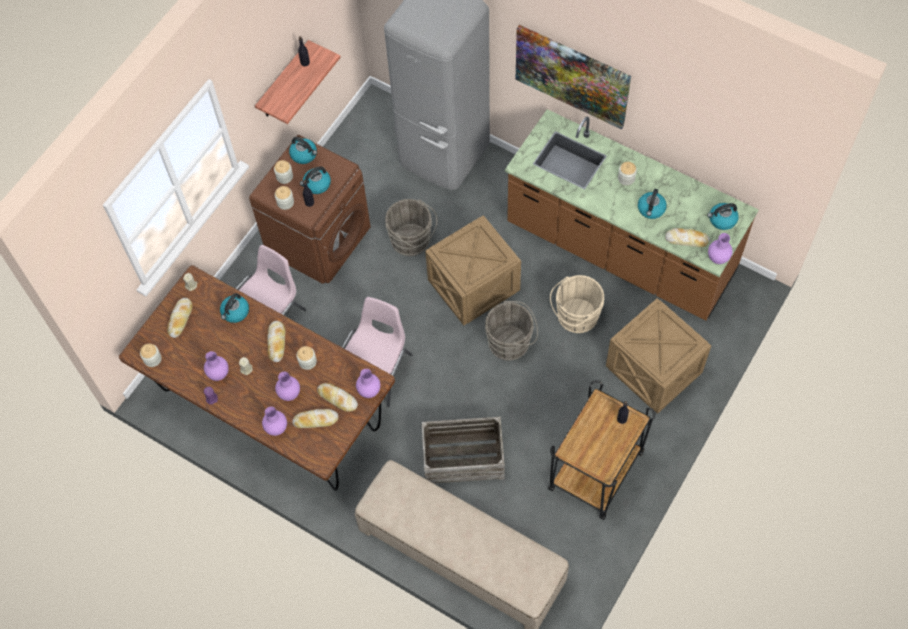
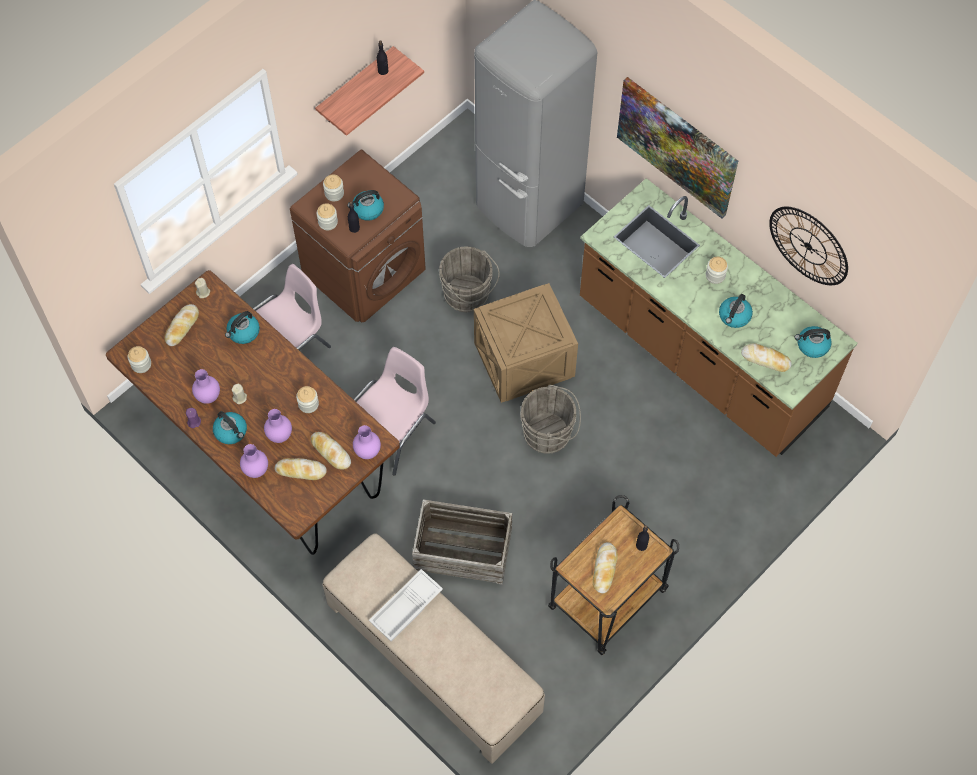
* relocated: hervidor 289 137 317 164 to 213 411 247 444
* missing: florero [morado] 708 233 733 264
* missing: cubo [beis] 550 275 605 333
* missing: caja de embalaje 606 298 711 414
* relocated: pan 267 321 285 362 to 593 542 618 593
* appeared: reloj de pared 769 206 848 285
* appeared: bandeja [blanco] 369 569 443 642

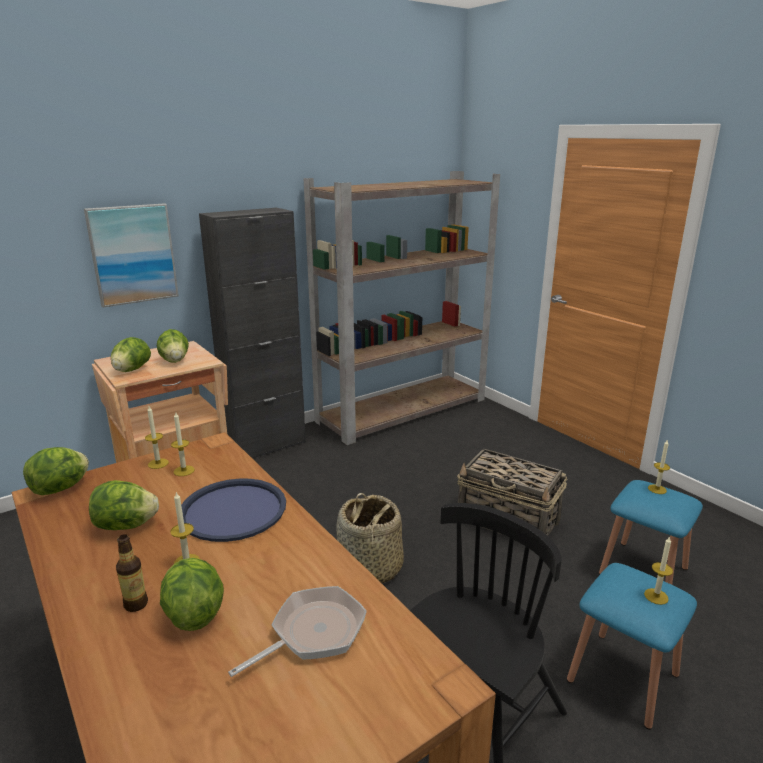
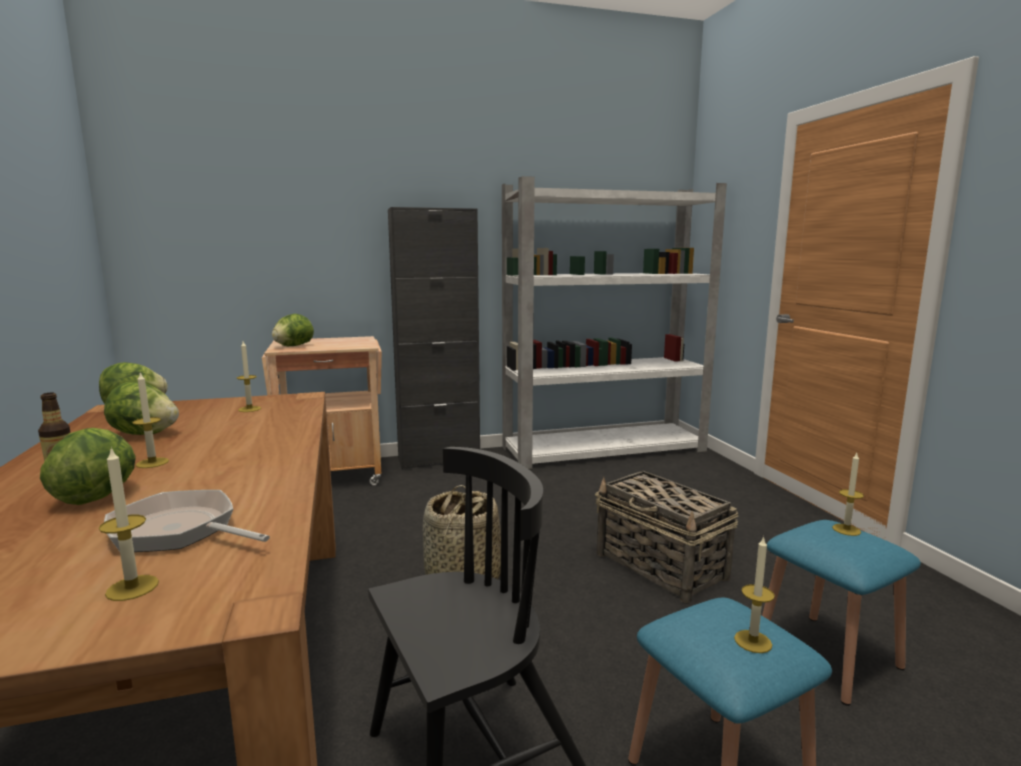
* colour: estantería [marrón] 304 171 500 445 to estantería [blanco] 502 176 727 469
* missing: cuadro 84 203 179 307
* missing: lechuga 157 329 189 363
* relocated: vela 145 406 169 469 to 99 446 159 601
* missing: bandeja [azul] 181 478 286 542
* spun: sartén 228 586 367 677 = 104 490 270 552 135 degrees counterclockwise

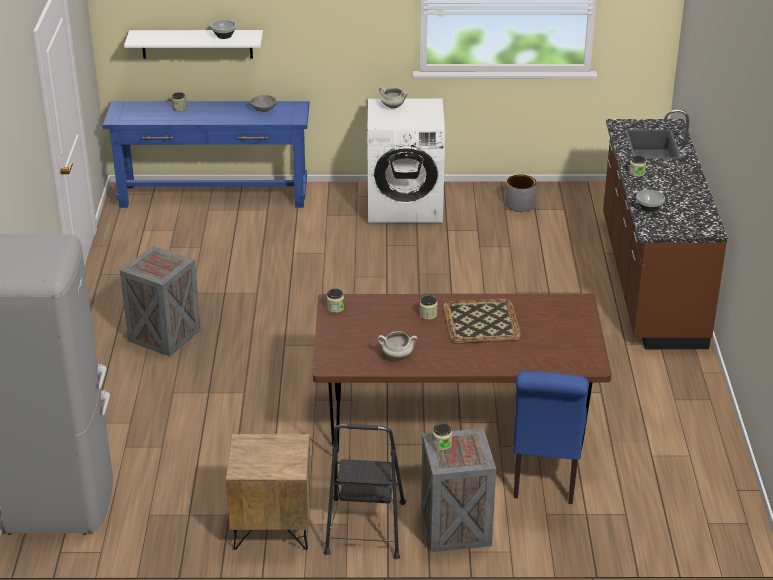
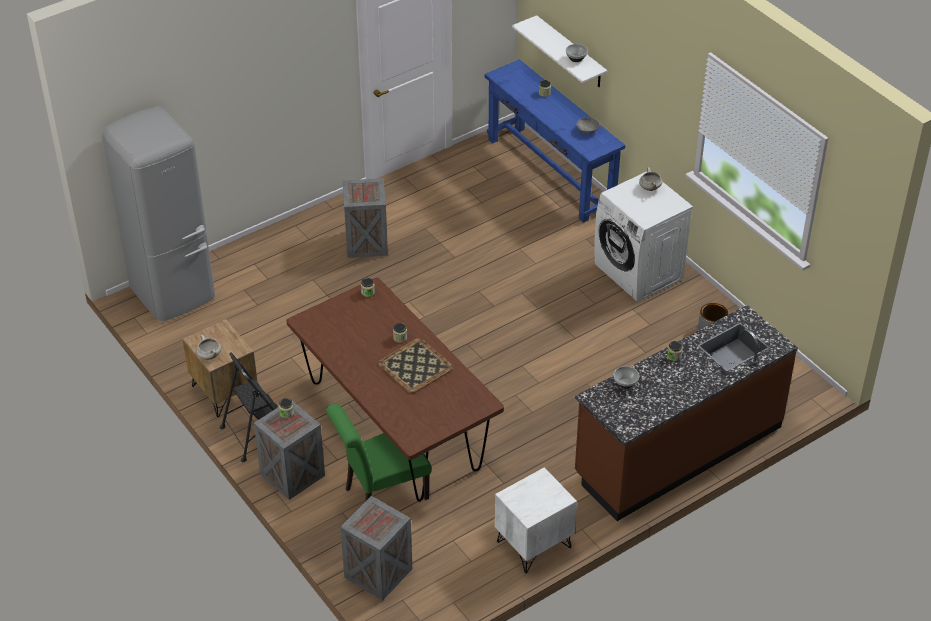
* relocated: olla [blanco] 378 331 417 359 to 196 335 221 360
* colour: silla [azul] 513 371 589 504 to silla [verde] 326 404 431 501
* appeared: mesita de noche [blanco] 495 467 577 573
* appeared: caja de embalaje 340 496 412 601

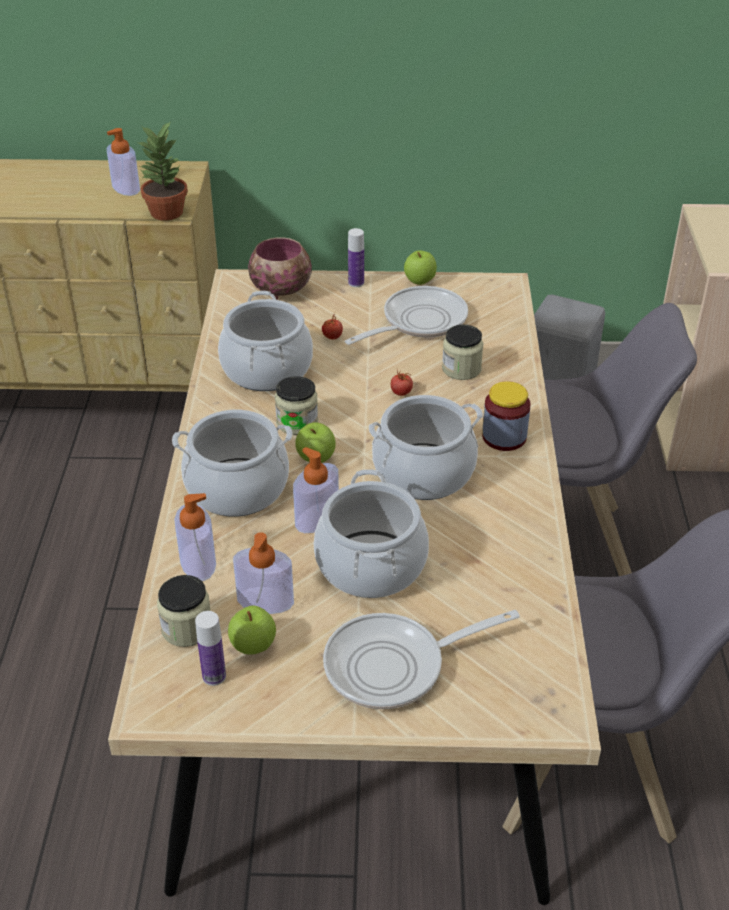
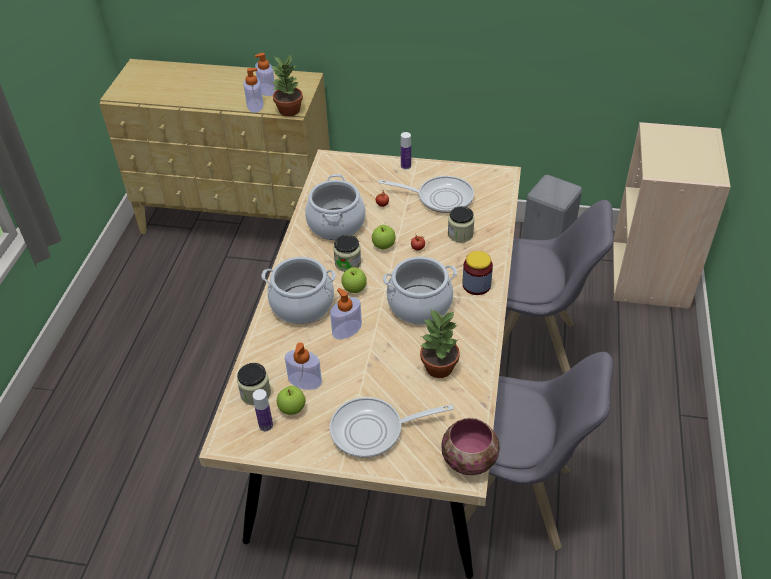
* relocated: cuenco 248 237 312 300 to 441 418 500 475
* relocated: manzana 404 250 437 285 to 372 225 396 249
* spun: sartén 345 286 468 345 = 379 176 474 213 45 degrees clockwise
* missing: olla 314 469 429 598
* relocated: dispensador de jabón 174 493 216 581 to 243 68 263 113
* appeared: planta en maceta 420 310 460 378

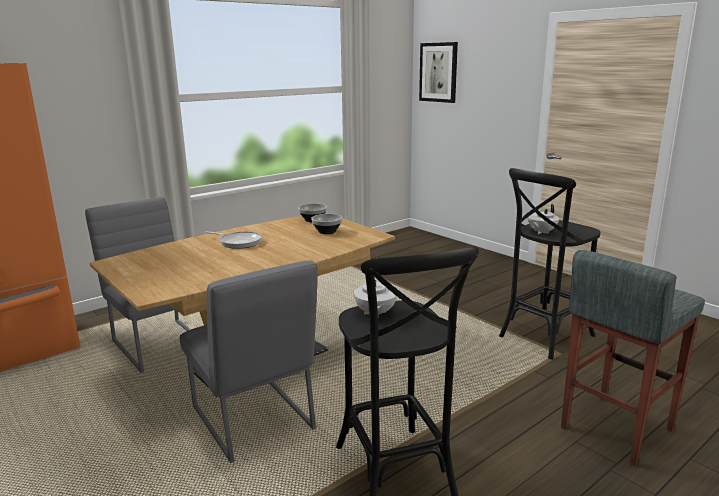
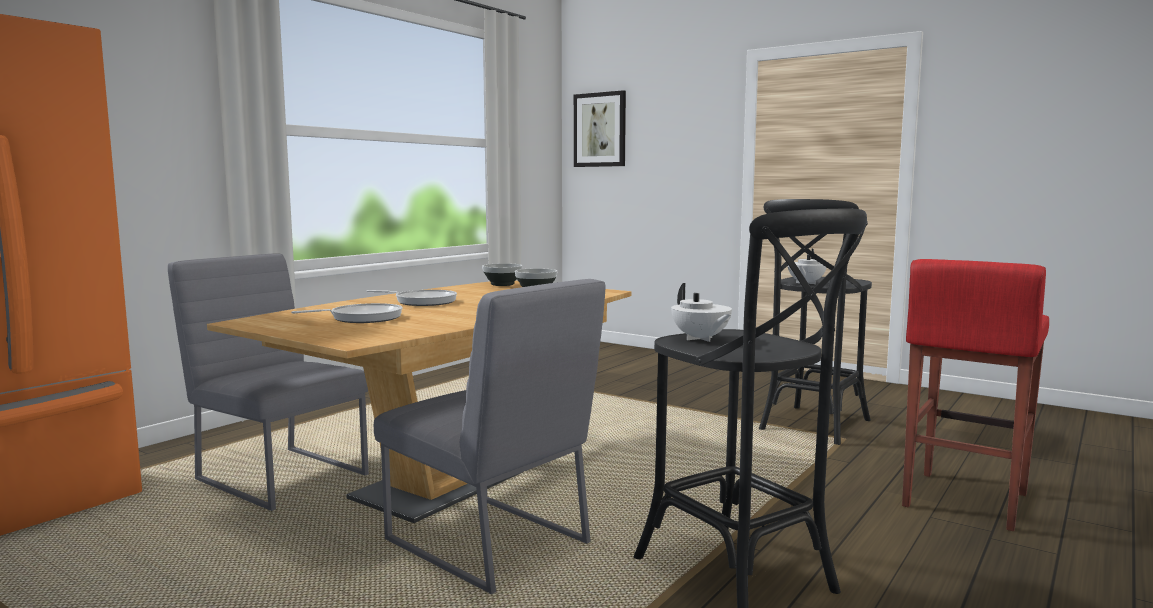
* colour: taburete [gris] 561 250 705 466 to taburete [rojo] 902 259 1049 531
* appeared: sartén 291 303 402 323

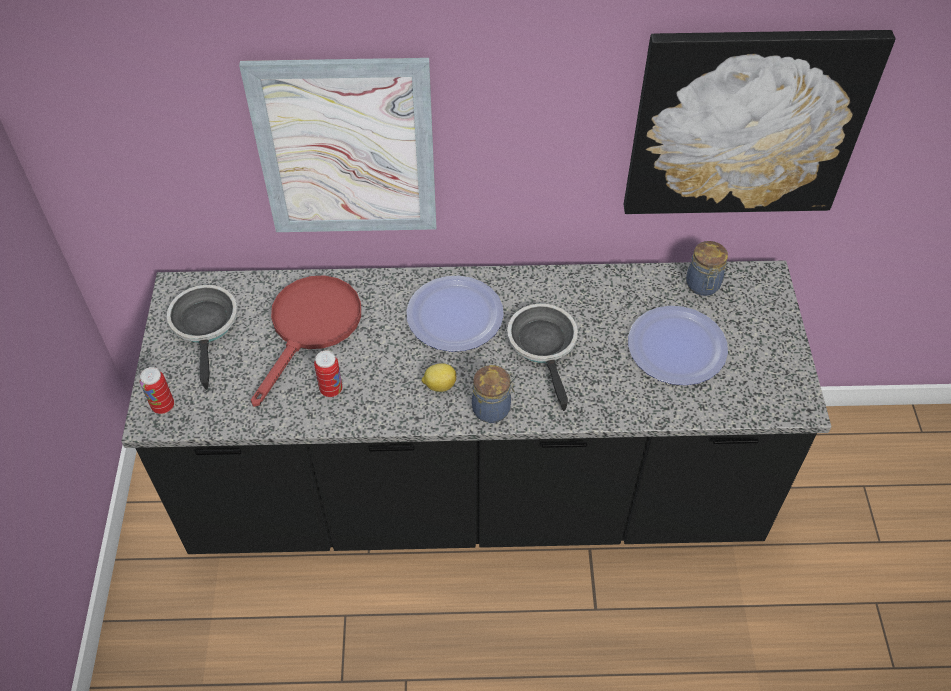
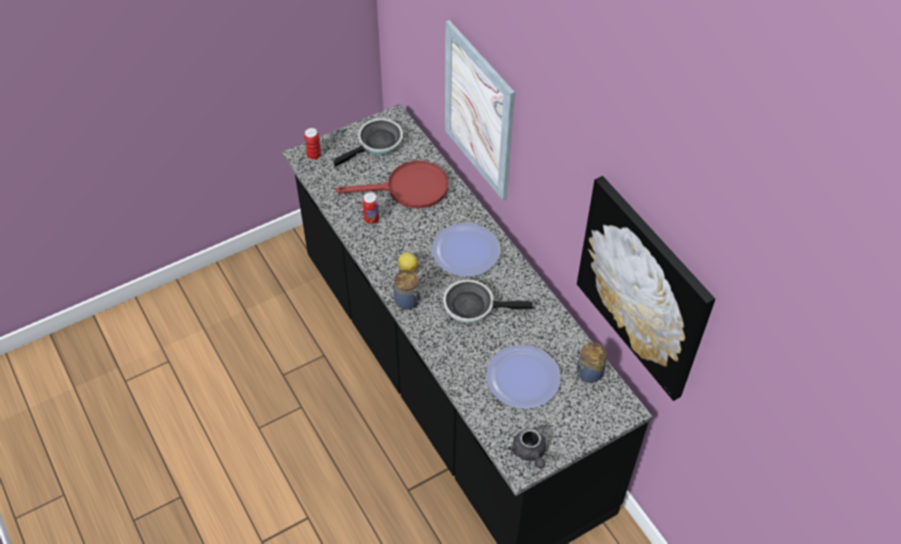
* spun: sartén 507 304 578 411 = 443 280 533 323 135 degrees counterclockwise
* appeared: tetera [gris] 508 428 546 469

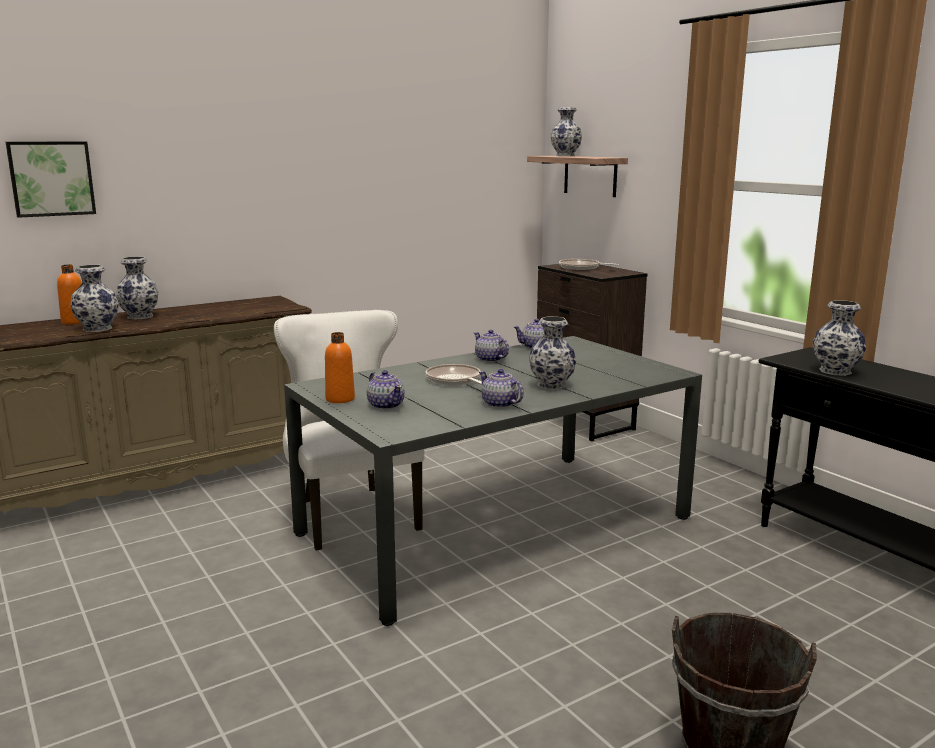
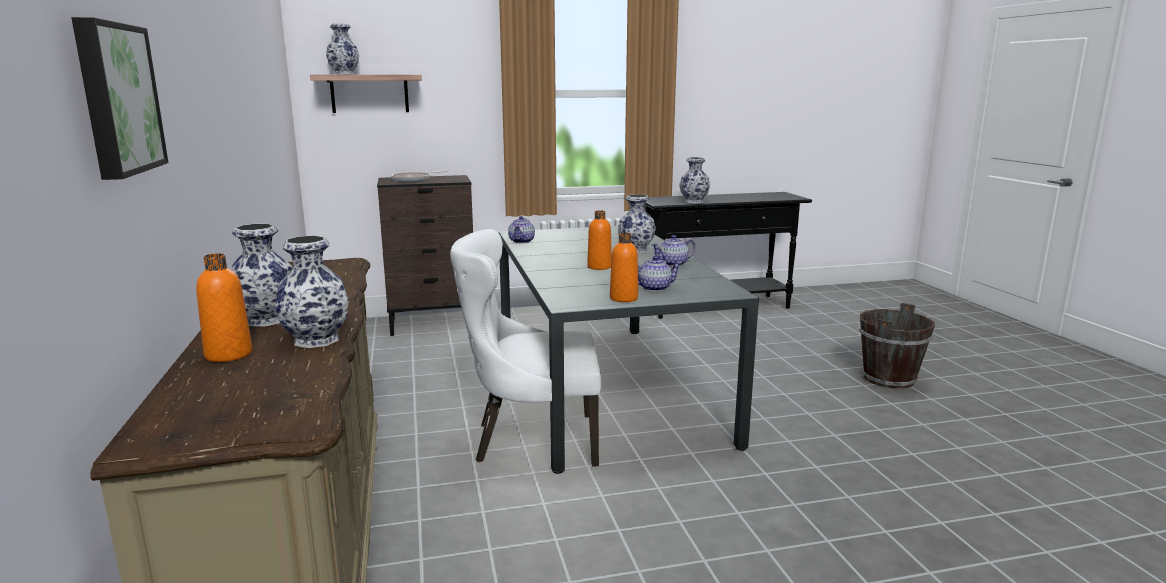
* missing: tetera 474 330 509 362
* exchanged: sartén 425 364 482 386 to botella [naranja] 587 210 612 270

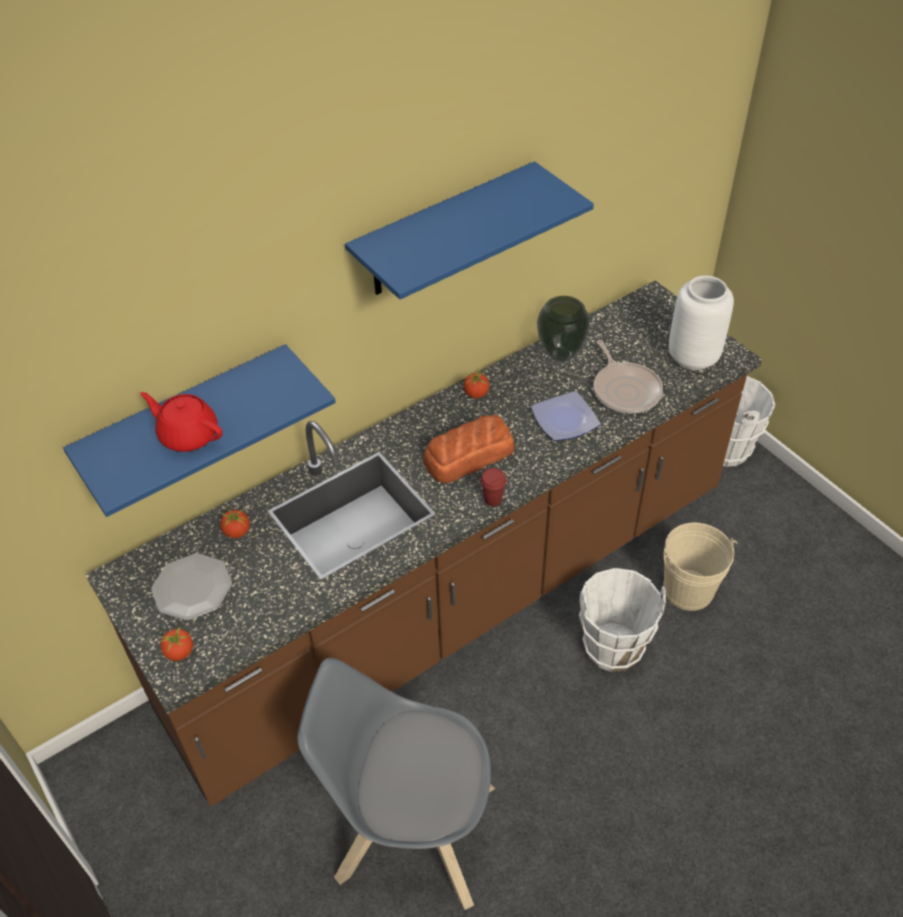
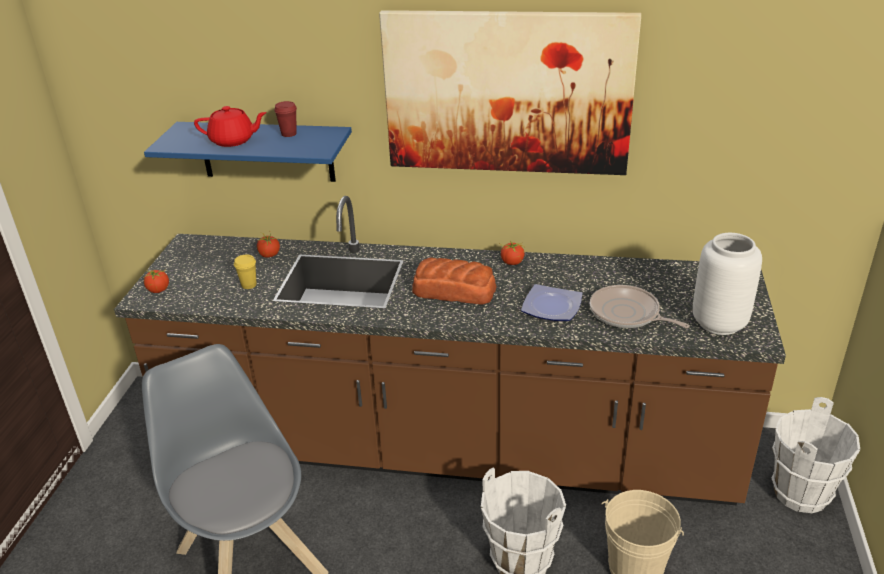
* exchanged: estante [azul] 345 161 594 300 to cuadro 379 10 641 175
* missing: florero 537 296 590 362
* spun: sartén 594 340 663 414 = 590 285 690 328 105 degrees clockwise
* spun: tetera [rojo] 140 392 223 452 = 194 106 267 147 105 degrees clockwise
* relocated: taza [rojo] 481 468 507 506 to 274 101 297 137
* missing: plato 151 554 232 621
* appeared: taza [amarillo] 234 254 257 289

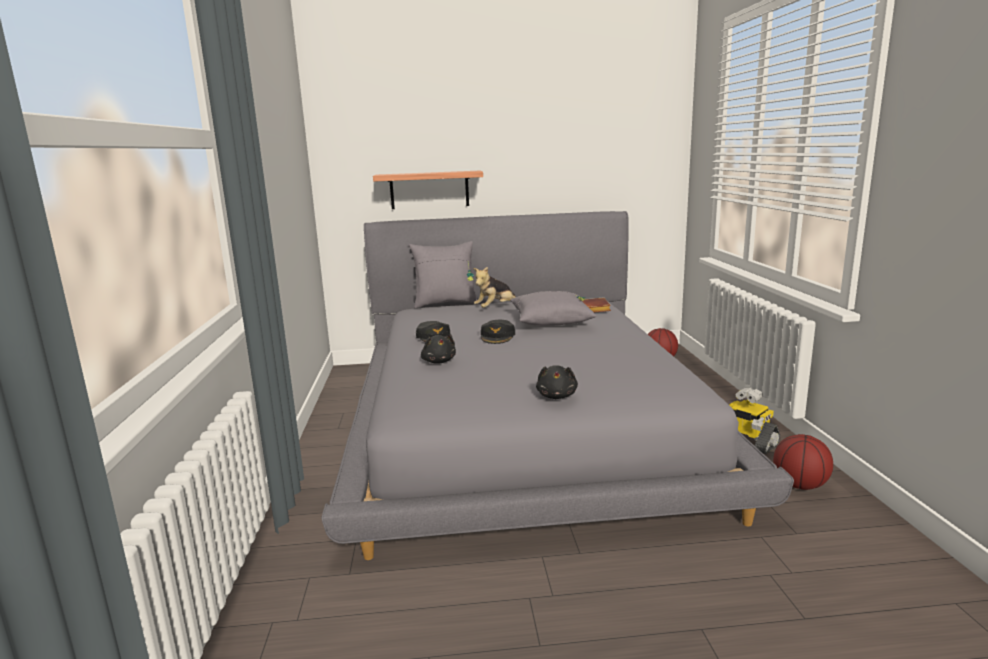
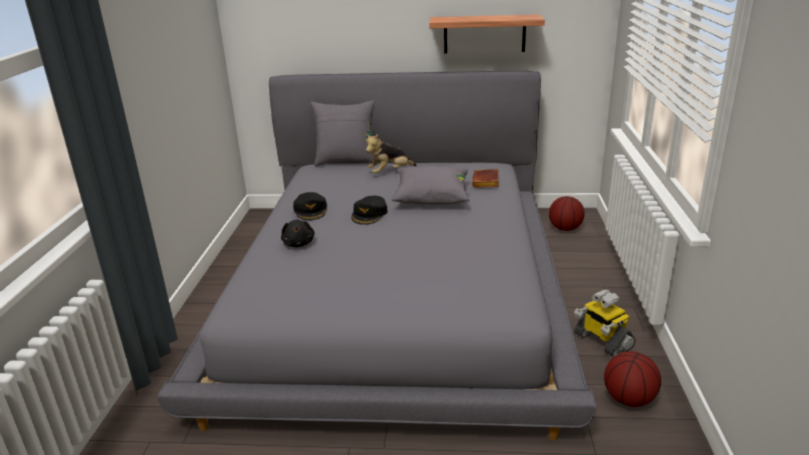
* relocated: estante 373 171 483 209 to 429 14 545 54
* missing: peluche [negro] 536 365 578 399

